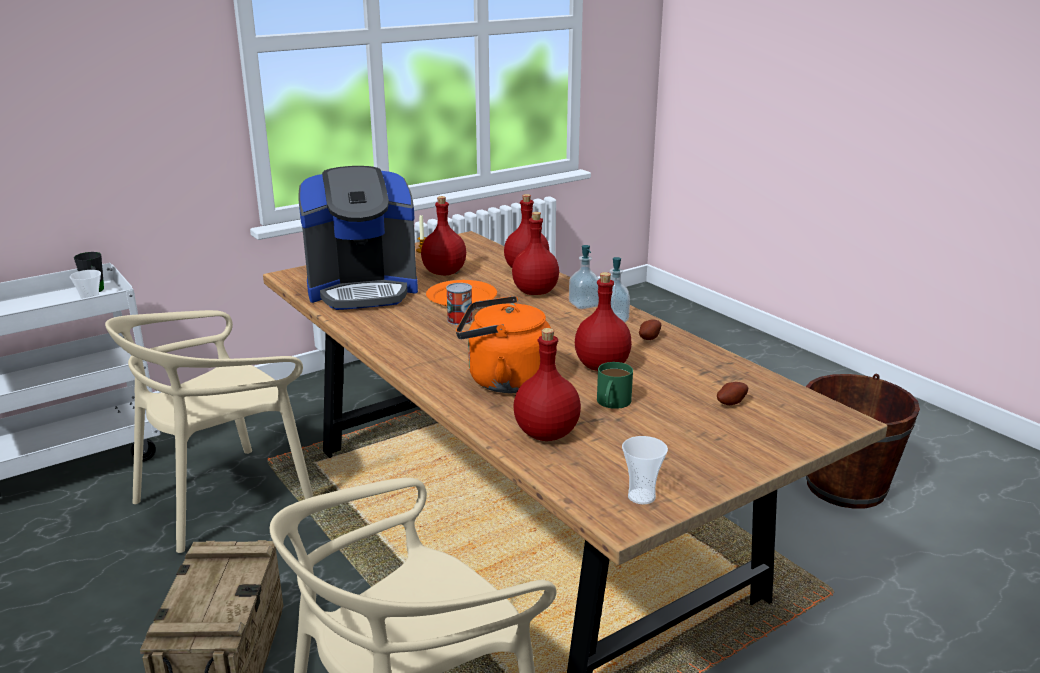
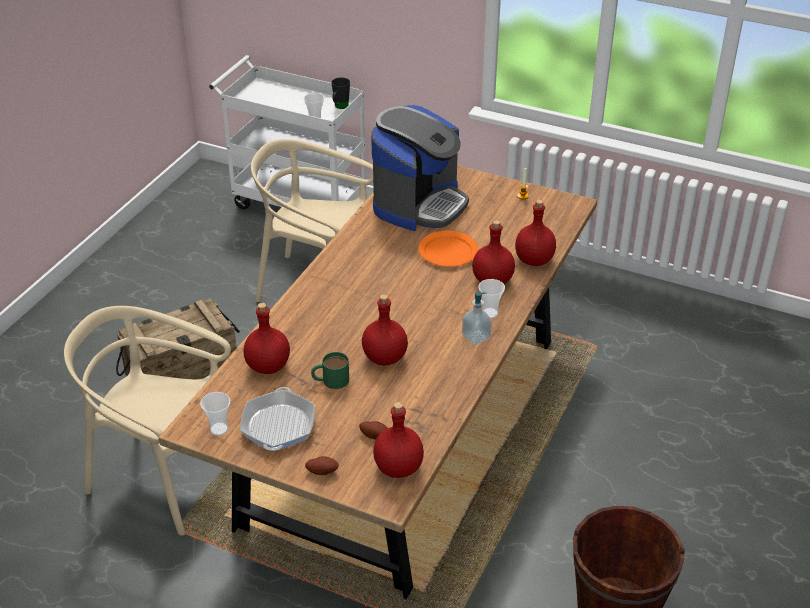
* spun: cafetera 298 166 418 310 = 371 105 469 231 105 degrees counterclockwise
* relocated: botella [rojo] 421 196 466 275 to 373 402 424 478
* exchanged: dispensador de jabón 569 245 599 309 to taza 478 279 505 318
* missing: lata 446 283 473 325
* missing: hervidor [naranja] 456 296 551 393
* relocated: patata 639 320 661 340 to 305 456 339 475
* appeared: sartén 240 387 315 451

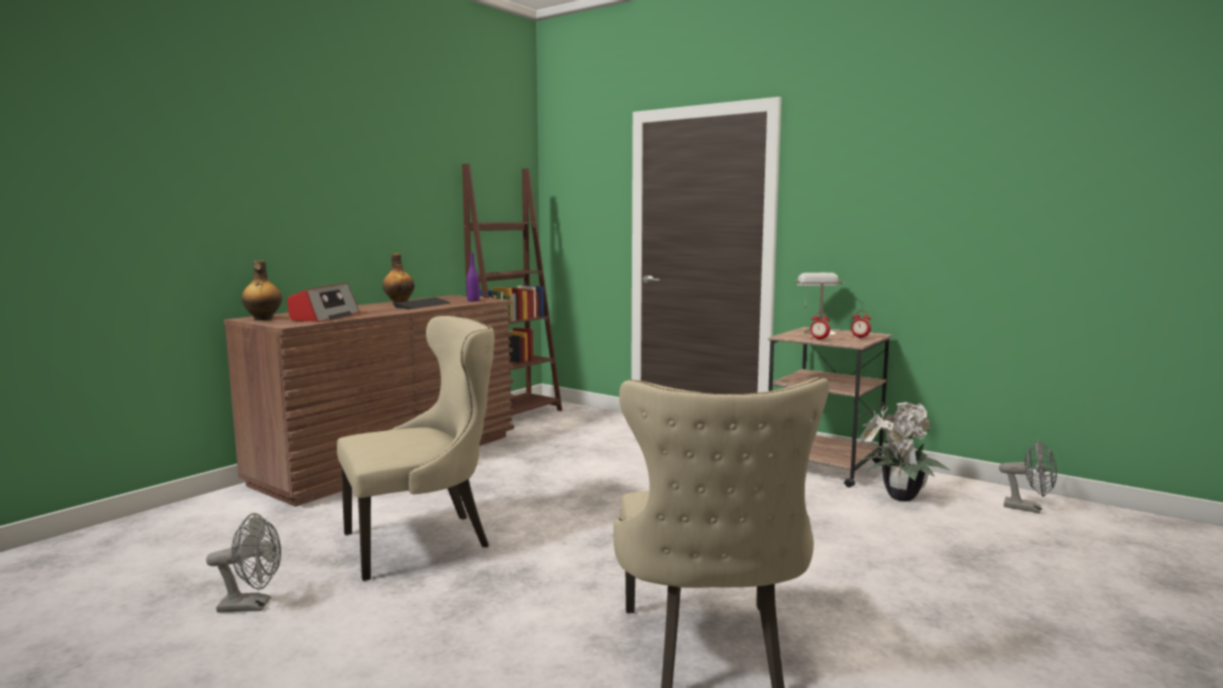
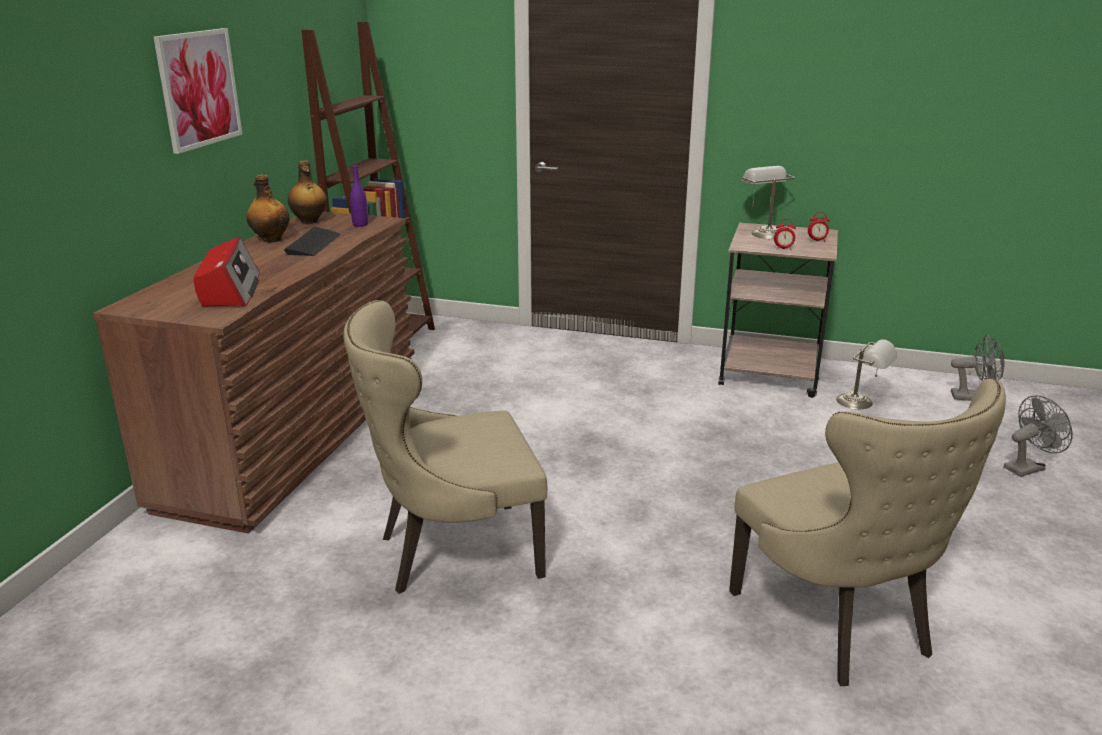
* relocated: botella 242 260 282 320 to 288 160 327 224
* spun: silla [beis] 337 315 494 581 = 343 300 547 594 150 degrees counterclockwise
* exchanged: planta en maceta 859 402 951 501 to lámpara de mesa [blanco] 836 340 897 409
* relocated: ventilador [gris] 206 513 281 612 to 1004 395 1073 477
* appeared: cuadro 154 28 243 154

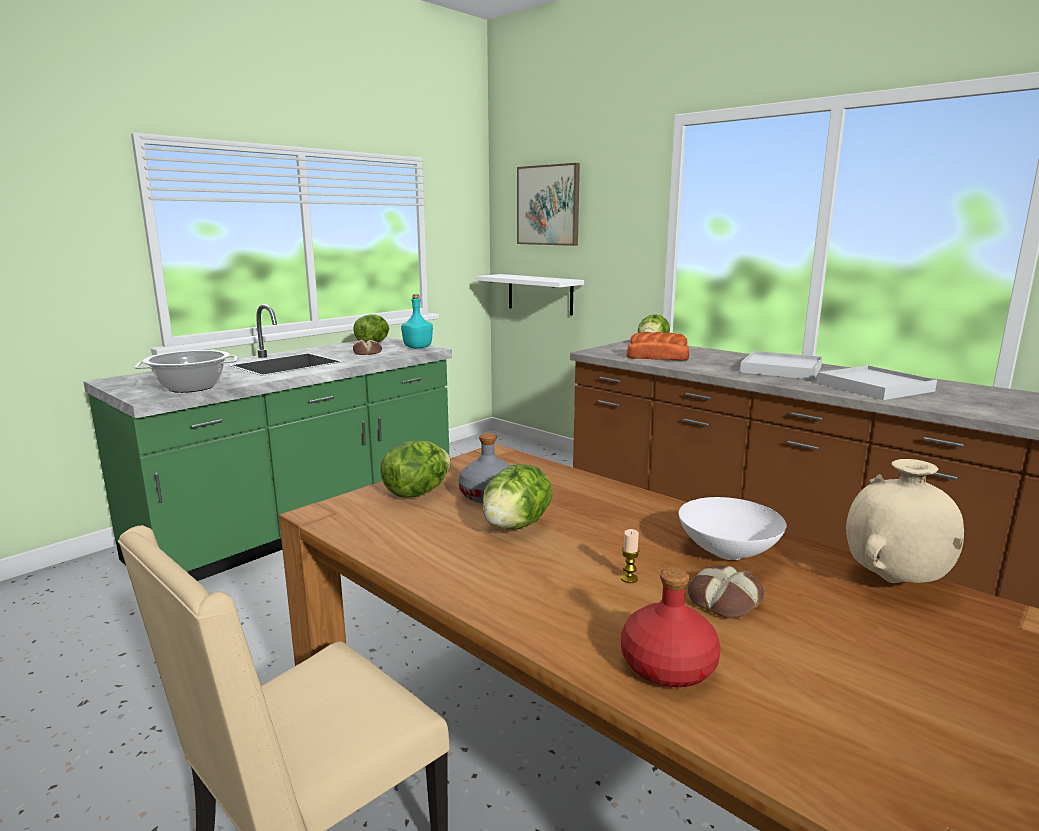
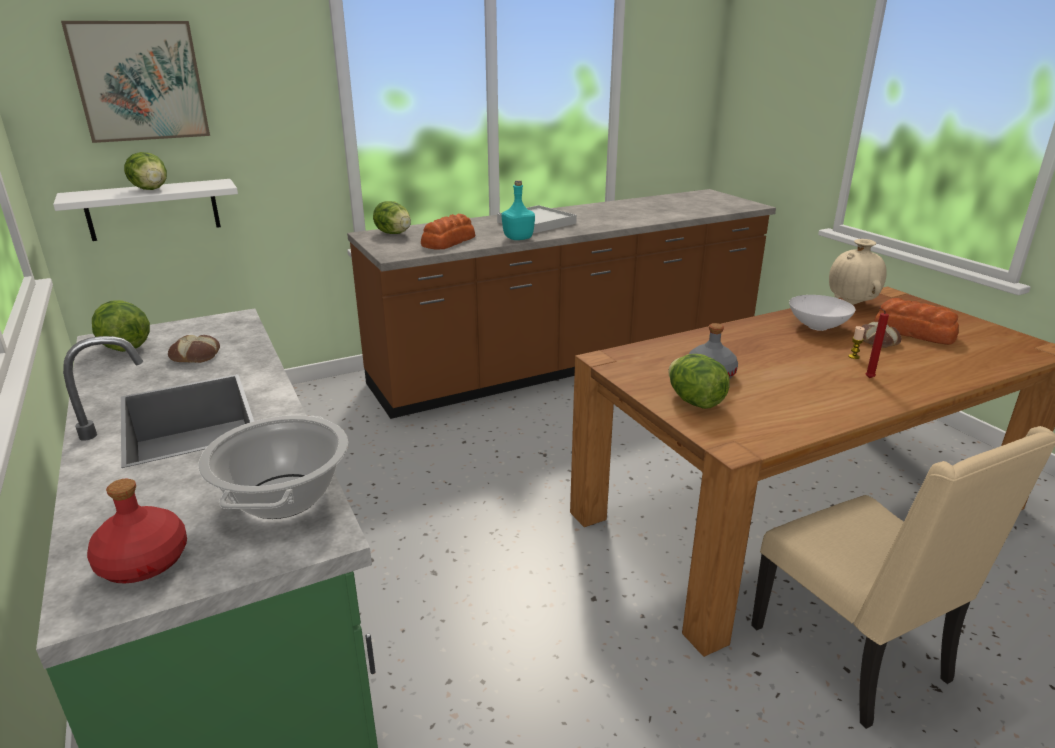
* relocated: botella [turquesa] 401 294 433 348 to 502 180 535 240
* missing: bandeja [blanco] 817 366 937 400
* relocated: lechuga 483 464 553 529 to 124 152 167 190
* relocated: botella [rojo] 621 567 721 687 to 87 479 187 583
* appeared: pan 874 298 959 345
* appeared: vela [rojo] 866 307 889 378

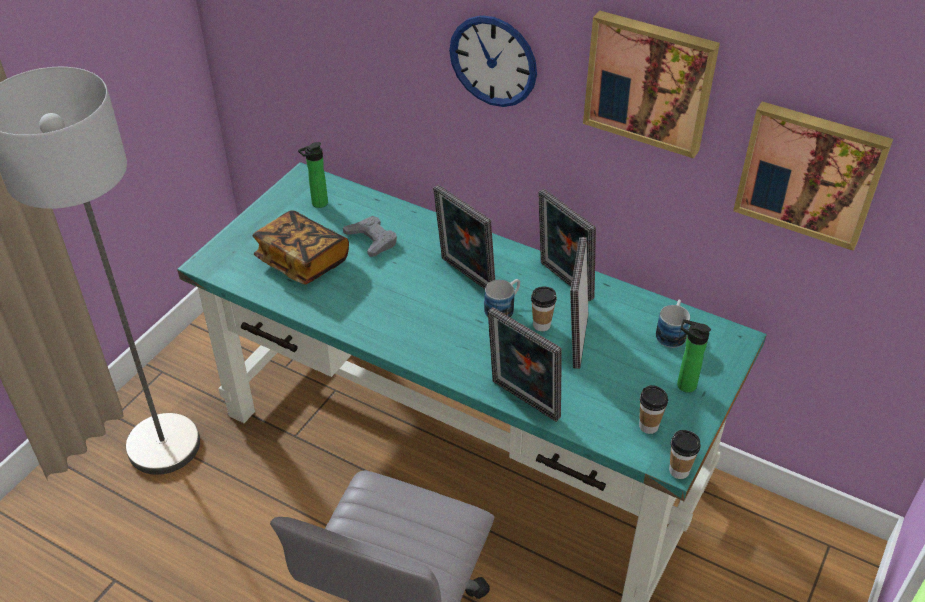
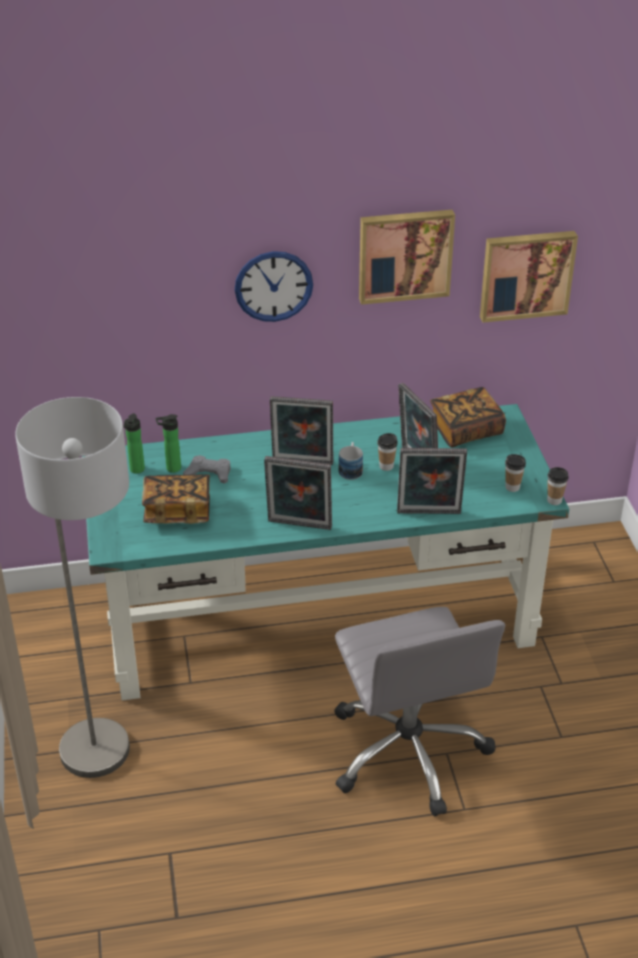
* relocated: portarretratos 538 188 596 301 to 264 456 332 530
* exchanged: taza grande 656 299 690 348 to libro 430 387 506 447
* relocated: botella 677 319 711 393 to 156 414 181 473

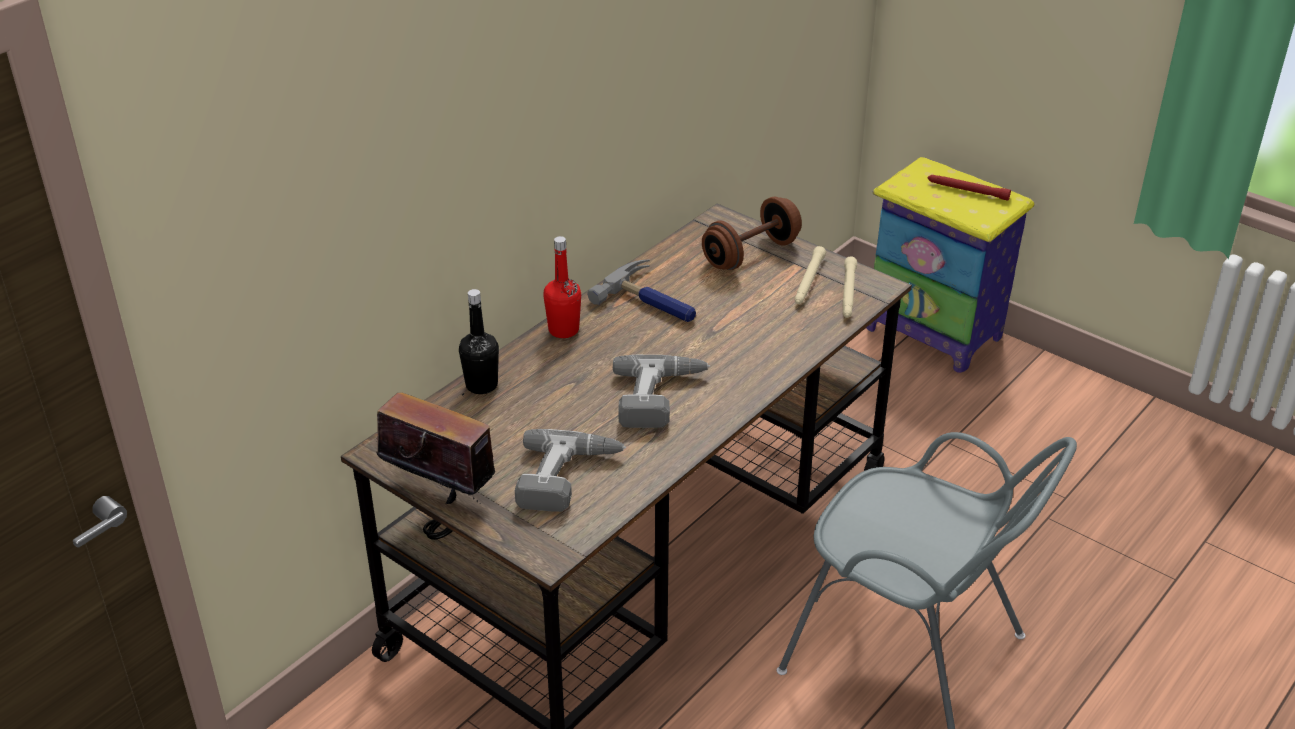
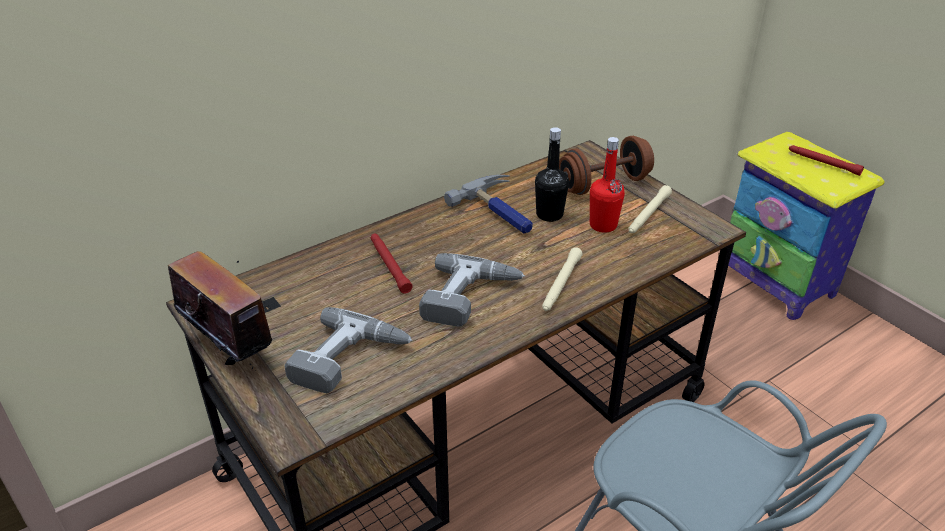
* relocated: botella [rojo] 543 236 581 338 to 590 137 625 233
* relocated: linterna [beis] 843 256 857 318 to 542 247 583 311
* relocated: botella [negro] 459 289 499 394 to 535 127 569 222
* appeared: linterna [rojo] 371 233 413 293

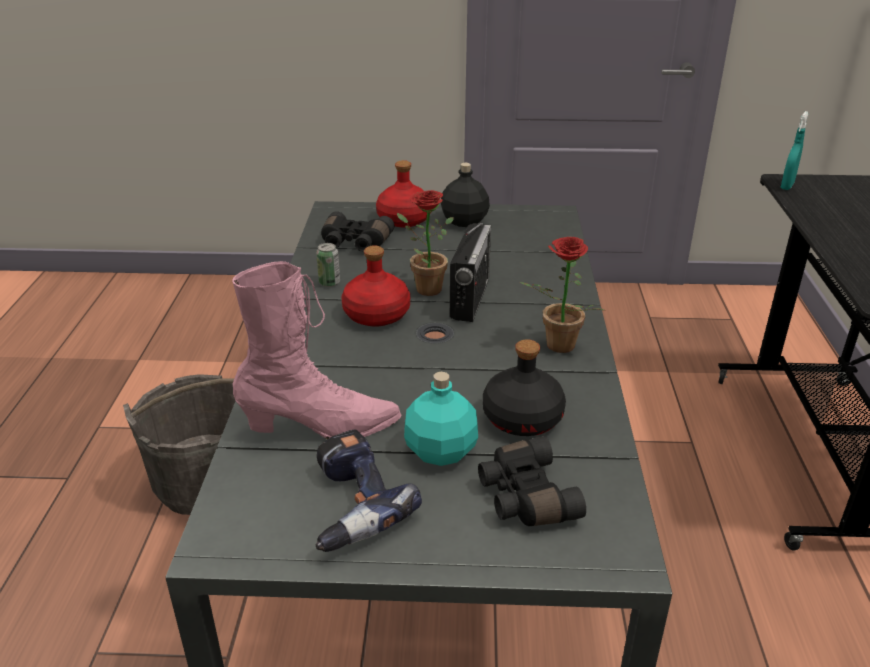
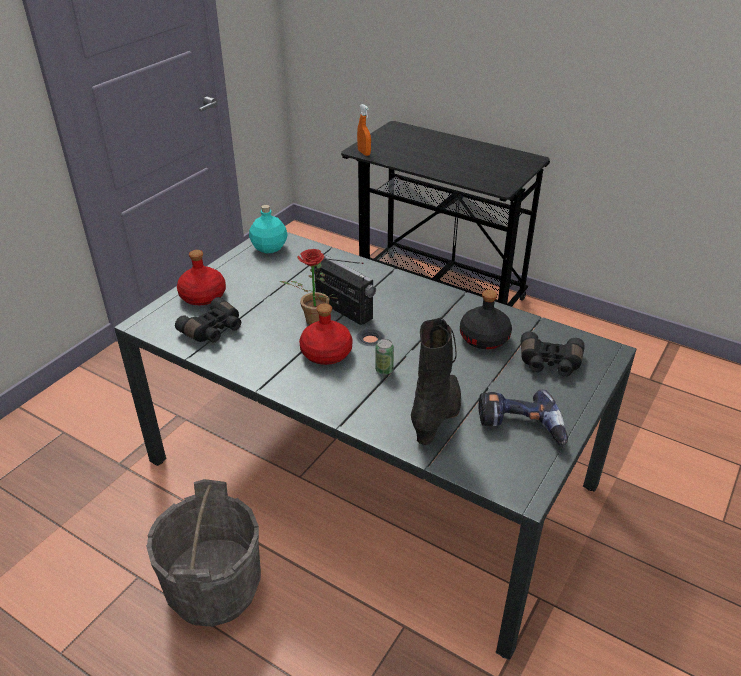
* colour: pulverizador [turquesa] 781 111 808 190 to pulverizador [naranja] 357 104 371 156
* missing: botella [negro] 441 163 490 227
* missing: planta en maceta 519 237 604 353
* relocated: lata 316 243 340 287 to 375 339 394 375
* colour: bota [rosa] 232 261 401 439 to bota [negro] 411 317 461 446
* relocated: botella [turquesa] 404 372 478 466 to 249 205 287 253

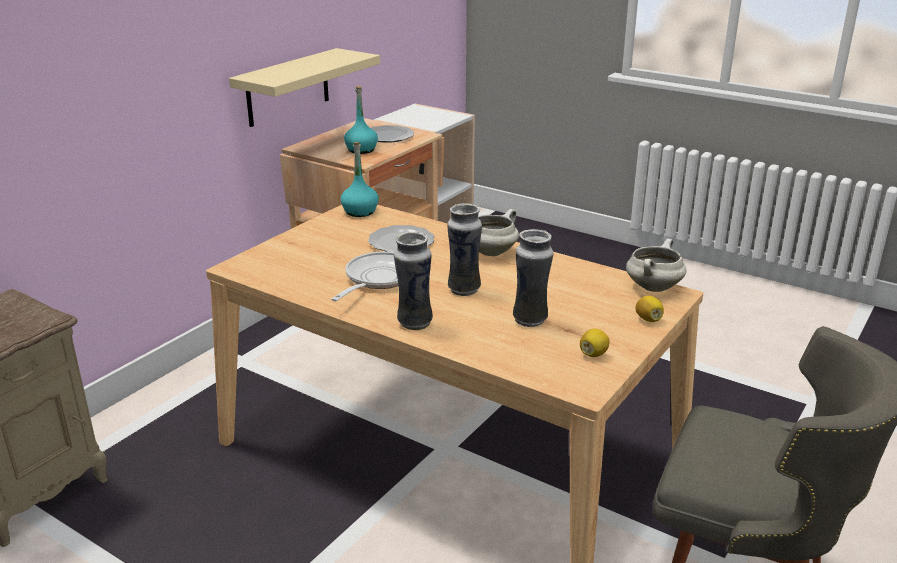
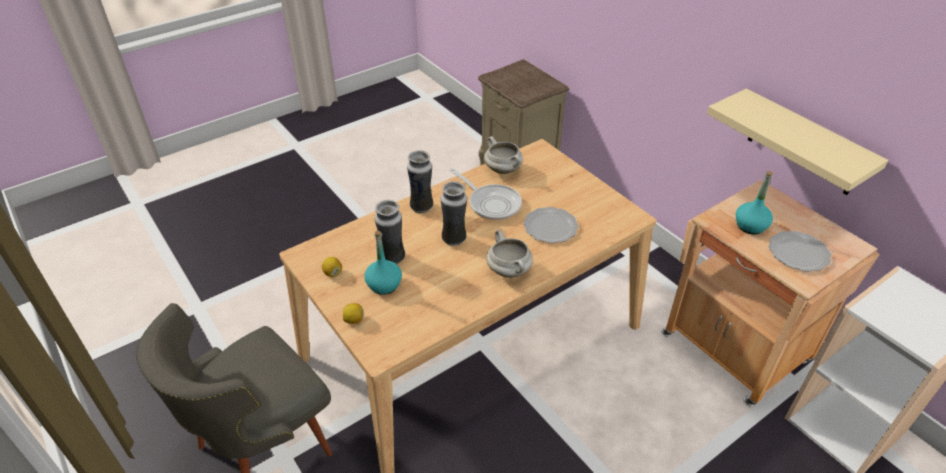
* relocated: botella [turquesa] 340 142 379 217 to 364 231 402 295
* relocated: olla [blanco] 626 238 686 292 to 484 136 523 174

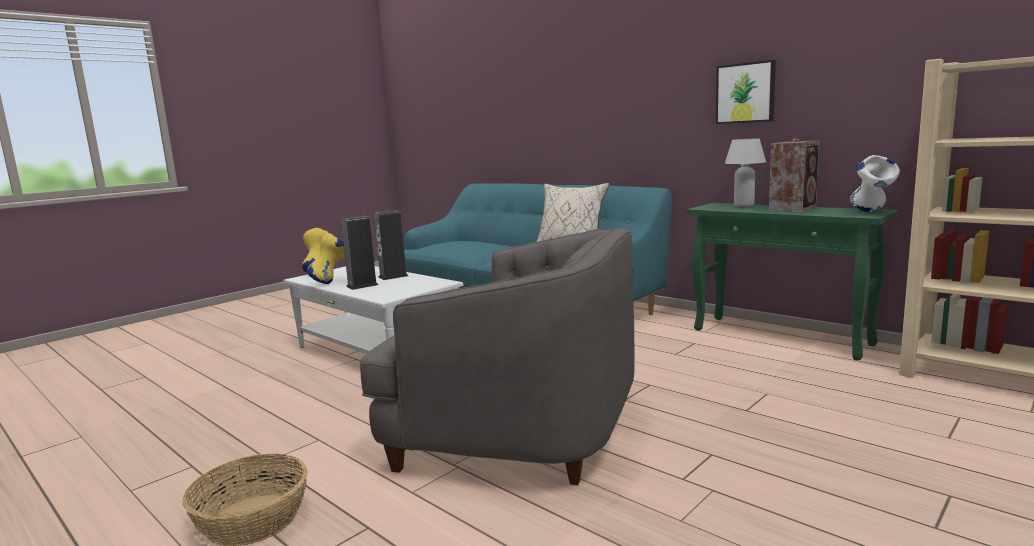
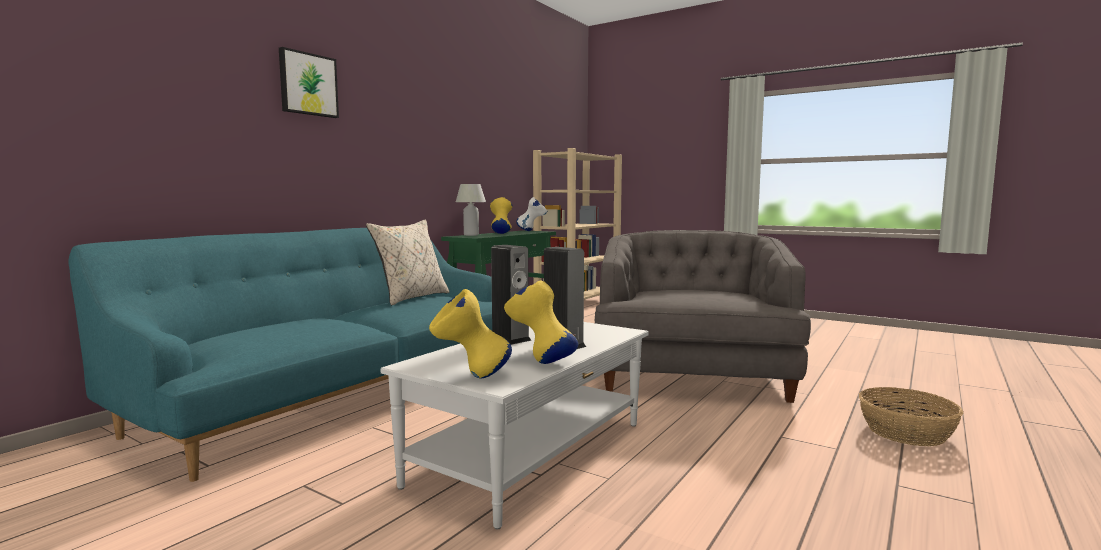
* relocated: cuadro 716 60 776 124 to 279 47 339 118
* exchanged: altavoz 769 138 820 212 to florero [amarillo] 490 197 513 234

